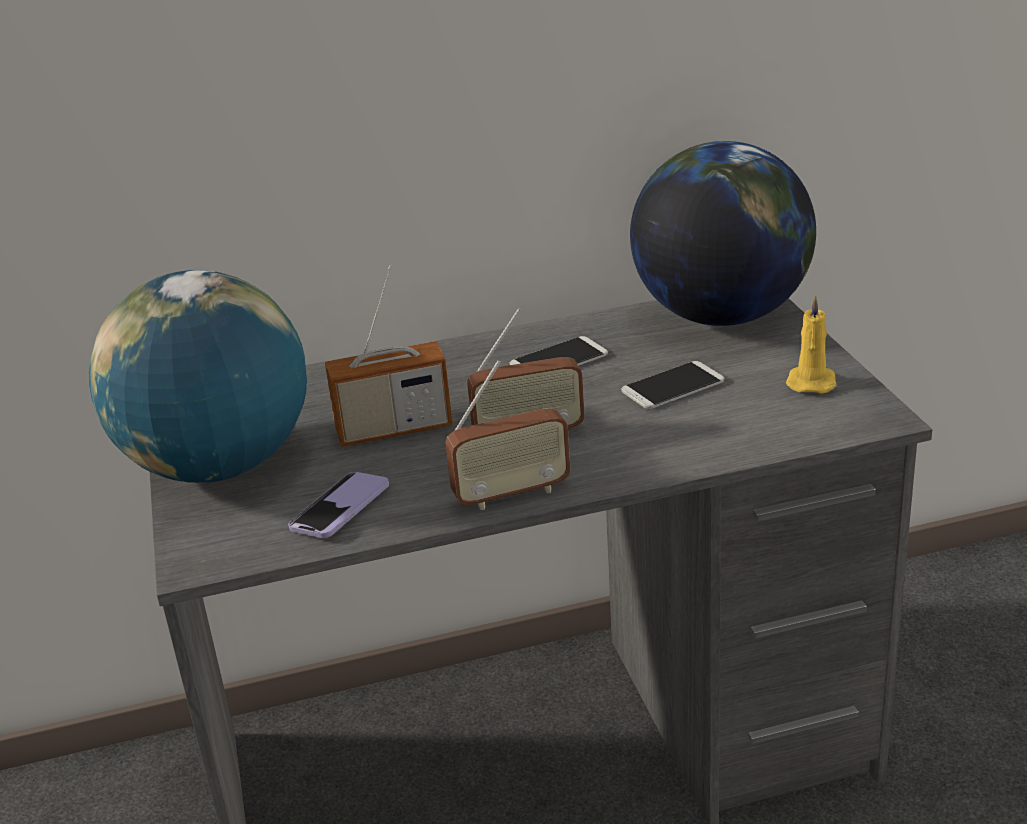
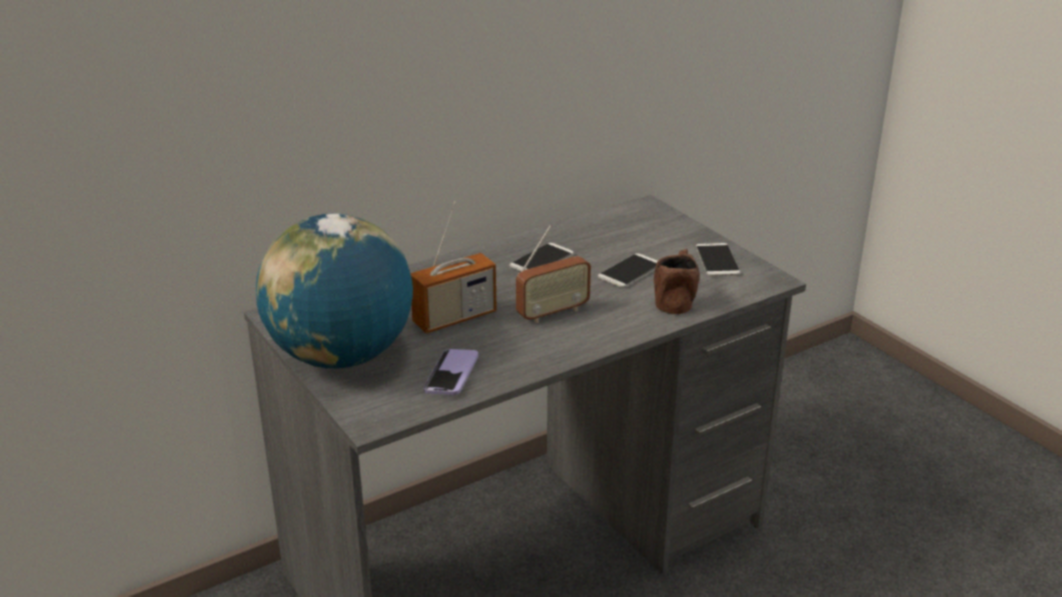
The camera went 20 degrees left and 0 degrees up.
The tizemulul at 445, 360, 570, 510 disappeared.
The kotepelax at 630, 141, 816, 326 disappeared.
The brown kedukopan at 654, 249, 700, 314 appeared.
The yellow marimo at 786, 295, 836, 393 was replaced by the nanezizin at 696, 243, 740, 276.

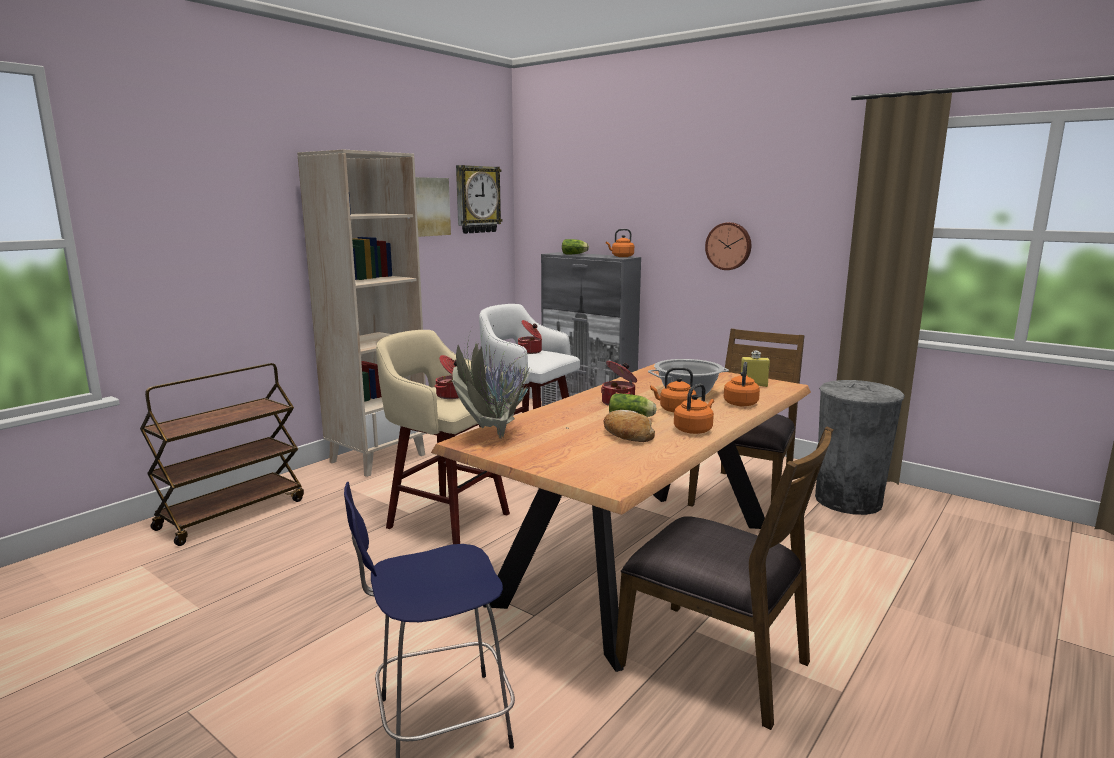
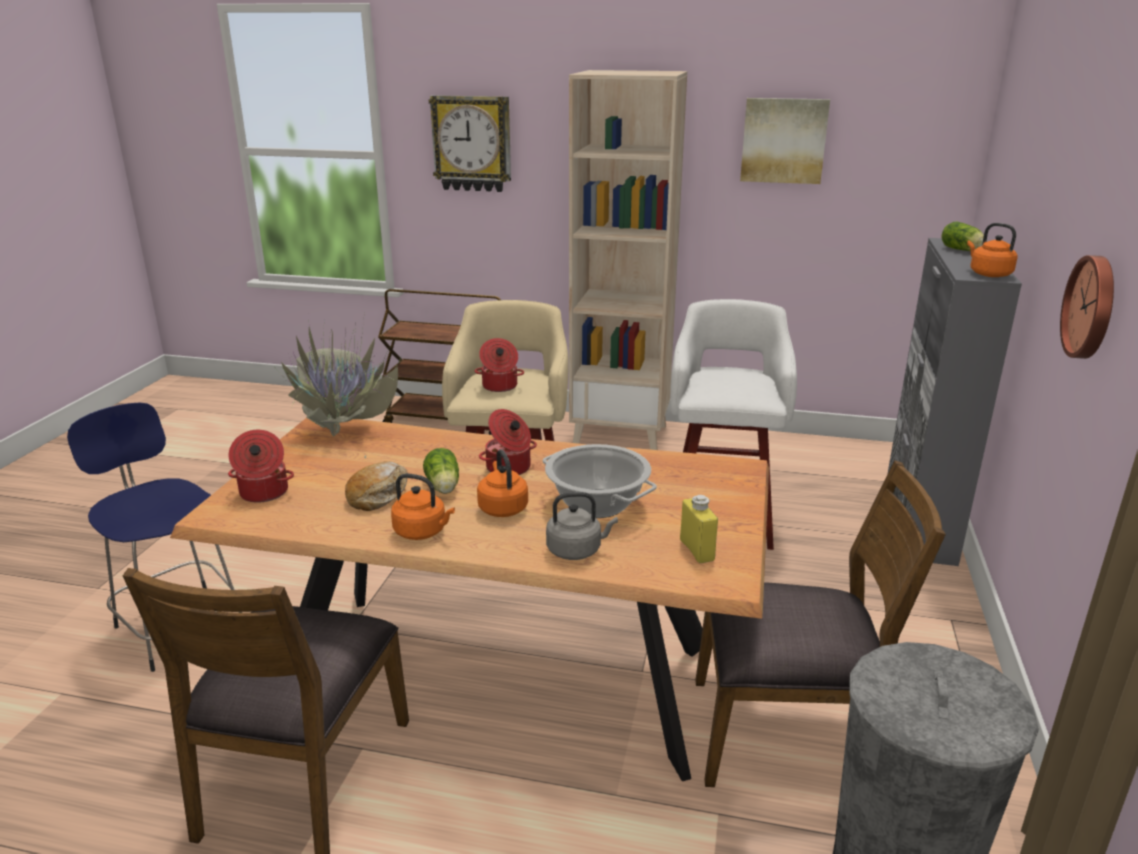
The camera went 65 degrees right and 10 degrees up.
The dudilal moved from 456, 165, 502, 234 to 429, 95, 511, 192.
The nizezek moved from 518, 320, 542, 354 to 228, 430, 294, 503.
The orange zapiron at 724, 362, 760, 406 became the grey zapiron at 546, 492, 618, 560.

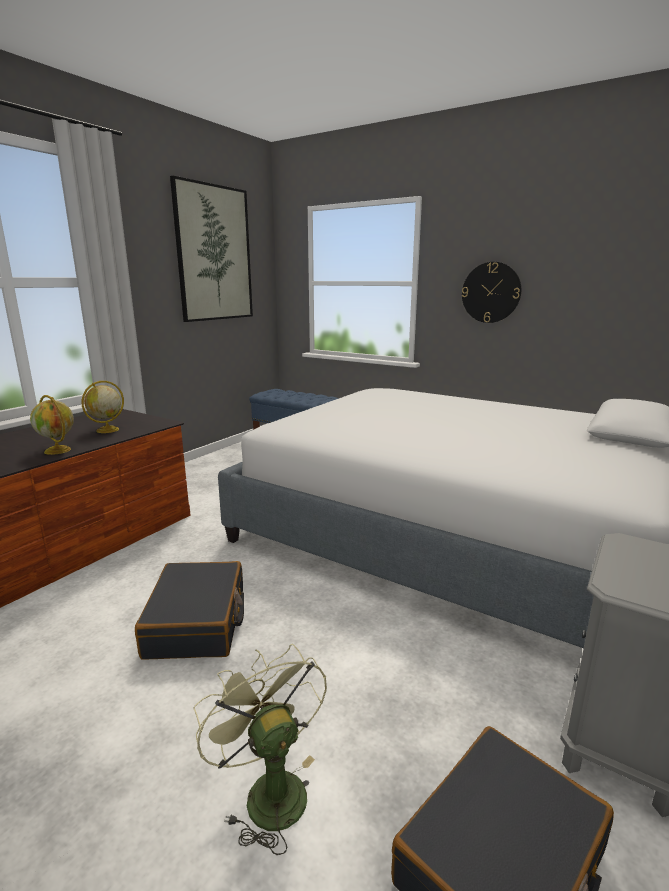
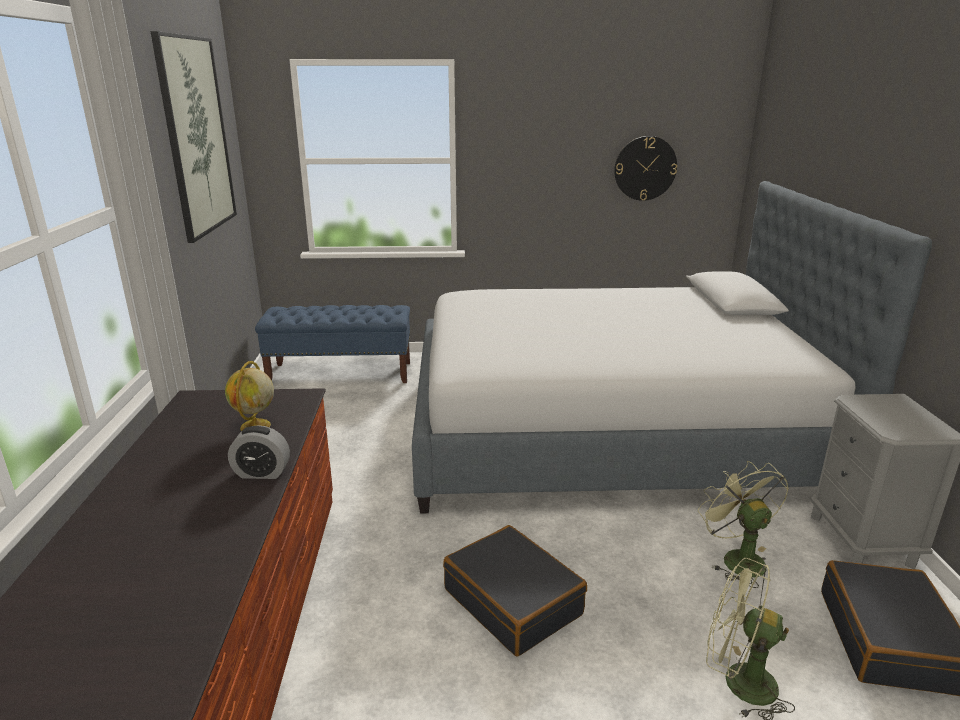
The camera went 35 degrees left and 5 degrees up.
The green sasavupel at 698, 461, 789, 588 appeared.
The dudilal moved from 462, 262, 521, 323 to 614, 136, 677, 201.
The kotepelax at 30, 395, 74, 455 was replaced by the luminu at 228, 425, 290, 479.

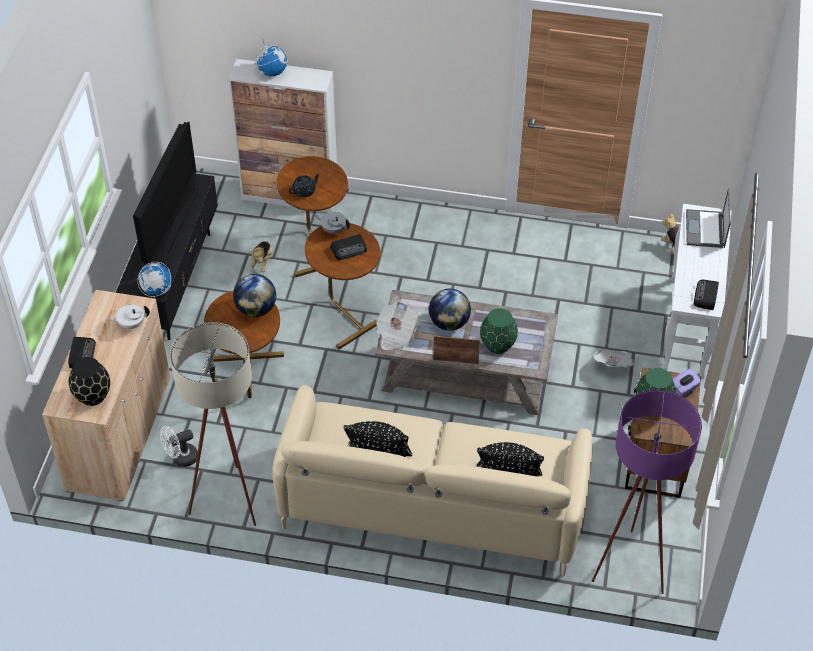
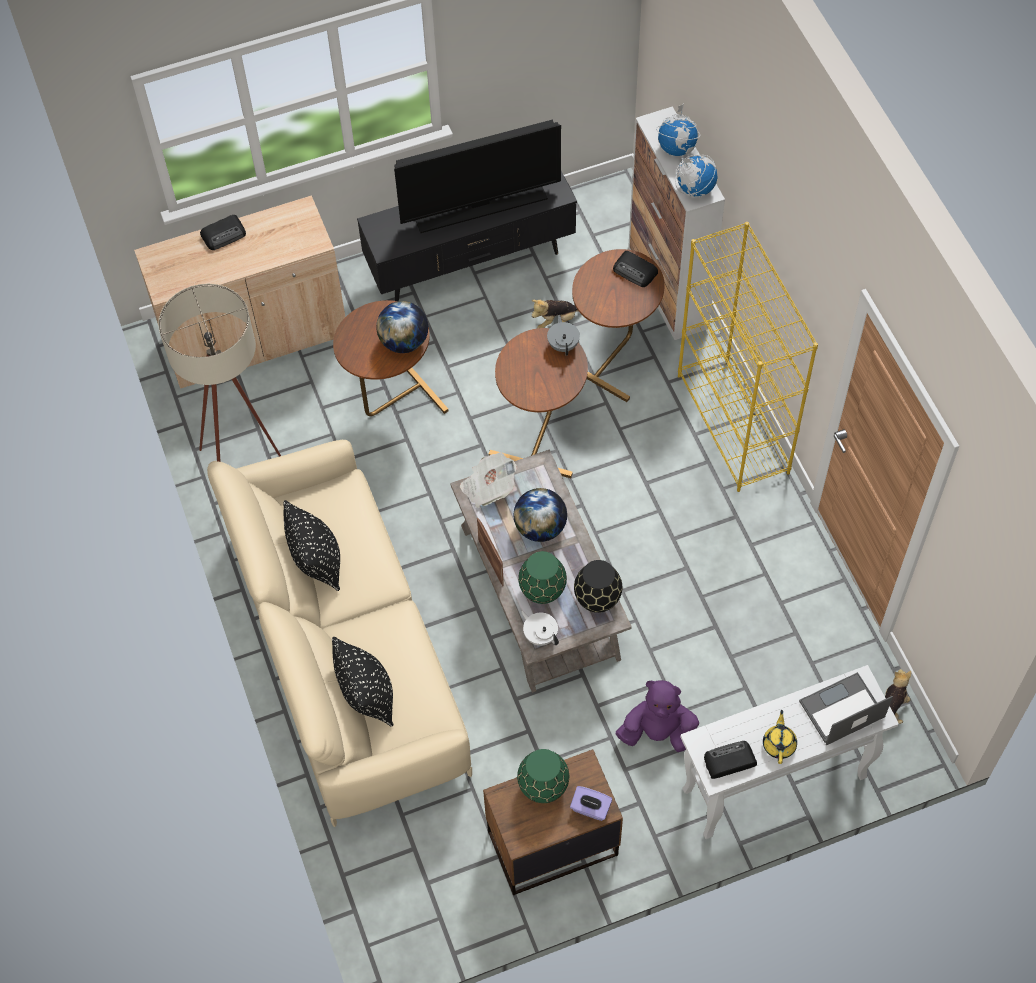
The camera went 60 degrees right and 10 degrees up.
The white sasavupel at 160, 426, 198, 467 disappeared.
The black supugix at 289, 173, 320, 197 disappeared.
The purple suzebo at 592, 390, 702, 594 disappeared.
The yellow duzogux at 678, 222, 818, 492 appeared.
The yellow supugix at 763, 710, 797, 764 appeared.
The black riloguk moved from 69, 357, 110, 406 to 574, 560, 622, 613.
The white supugix moved from 108, 305, 150, 329 to 521, 611, 559, 646.
The kotepelax moved from 138, 262, 171, 297 to 675, 155, 718, 197.
The tizemulul moved from 330, 234, 367, 260 to 613, 251, 658, 287.
The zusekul at 593, 349, 635, 368 was replaced by the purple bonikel at 616, 680, 699, 752.

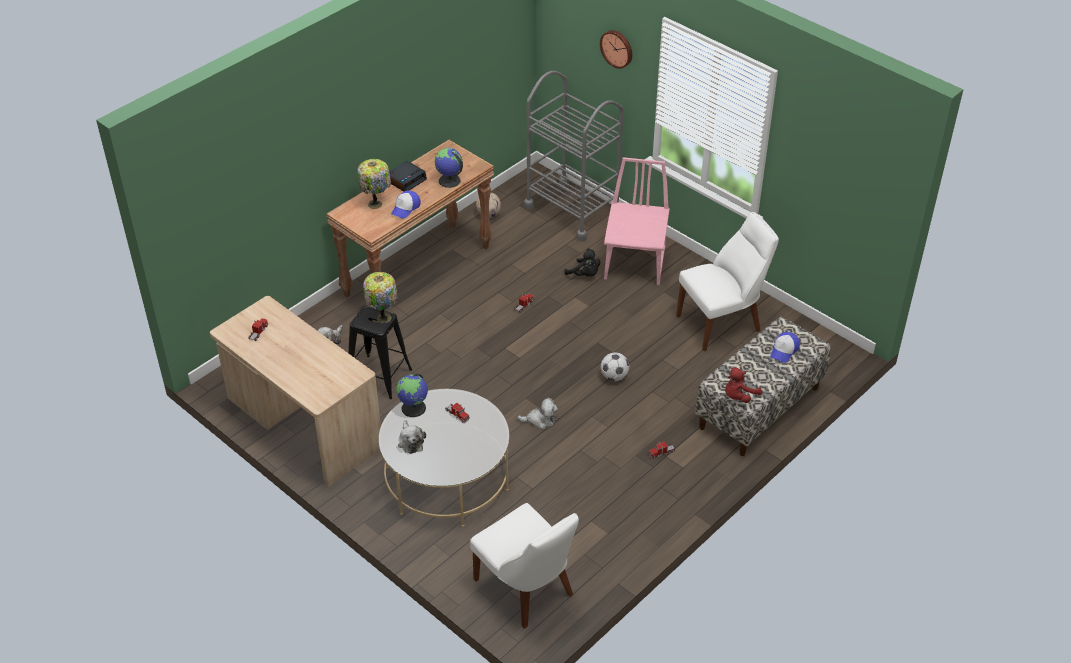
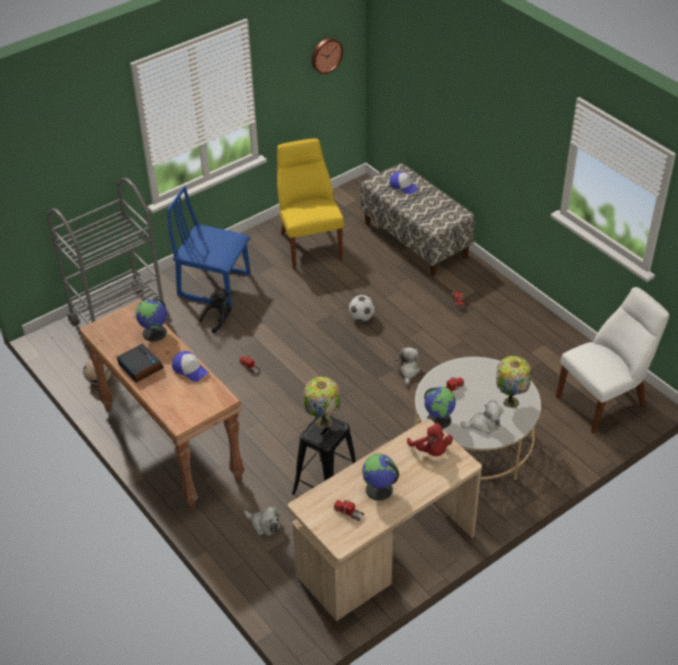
The camera went 80 degrees left and 0 degrees up.
The kotepelax at 362, 454, 399, 501 appeared.
The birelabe moved from 357, 159, 391, 209 to 496, 356, 531, 408.
The dudilal moved from 600, 30, 632, 69 to 312, 38, 343, 74.
The red bonikel moved from 725, 367, 762, 403 to 407, 422, 453, 456.
The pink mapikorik at 604, 157, 670, 285 became the blue mapikorik at 167, 186, 251, 307.
The white mapikorik at 676, 212, 779, 351 became the yellow mapikorik at 277, 138, 344, 270.

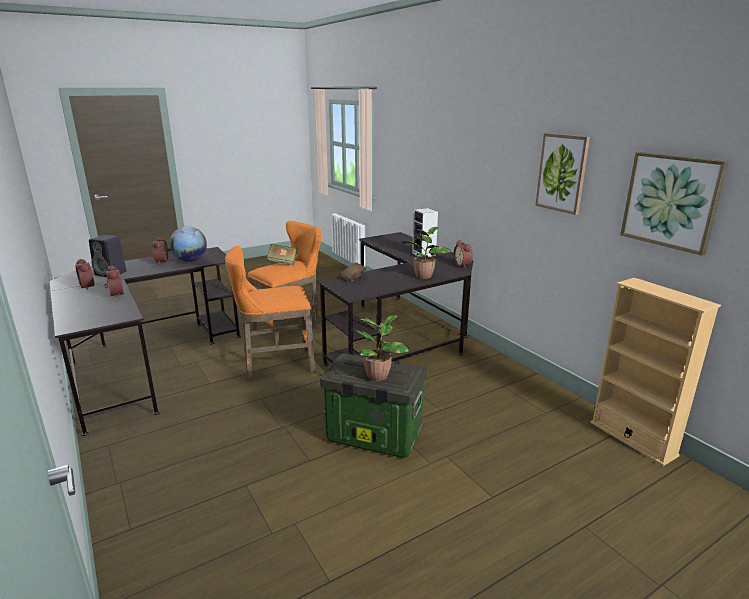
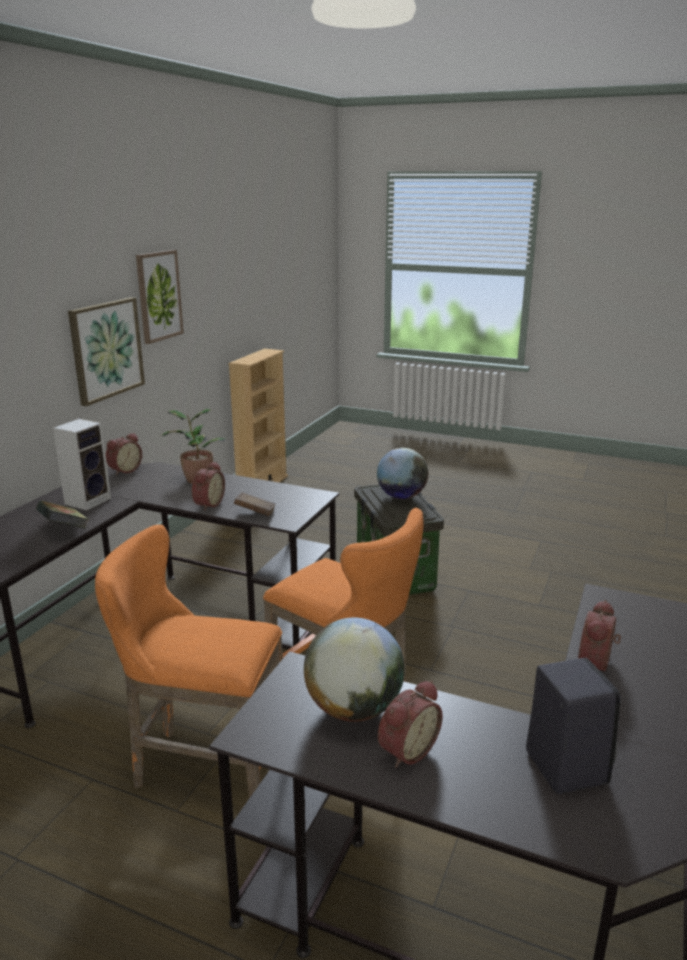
The camera went 125 degrees left and 0 degrees up.
The luminu moved from 75, 259, 95, 290 to 192, 462, 225, 511.
The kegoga moved from 267, 244, 297, 265 to 36, 501, 89, 529.
The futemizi moved from 620, 152, 729, 256 to 68, 297, 145, 406.
The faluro at 350, 315, 410, 381 was replaced by the kotepelax at 377, 448, 428, 499.

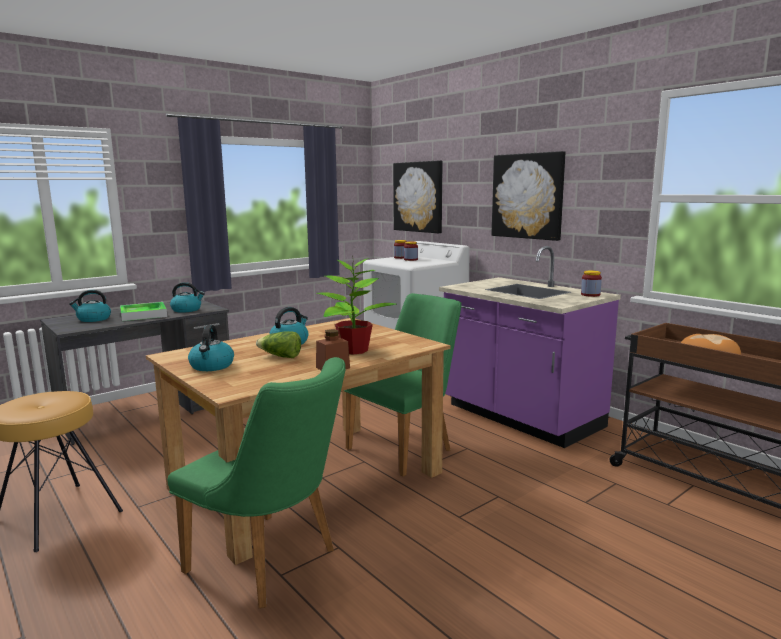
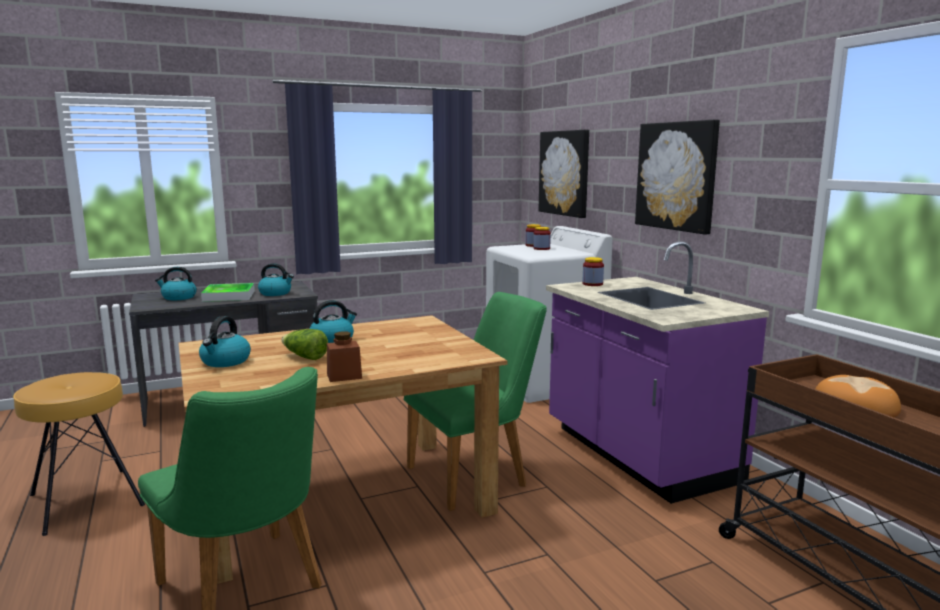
The camera went 15 degrees right and 0 degrees up.
The faluro at 316, 254, 397, 354 disappeared.
The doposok moved from 581, 271, 602, 297 to 582, 257, 604, 286.

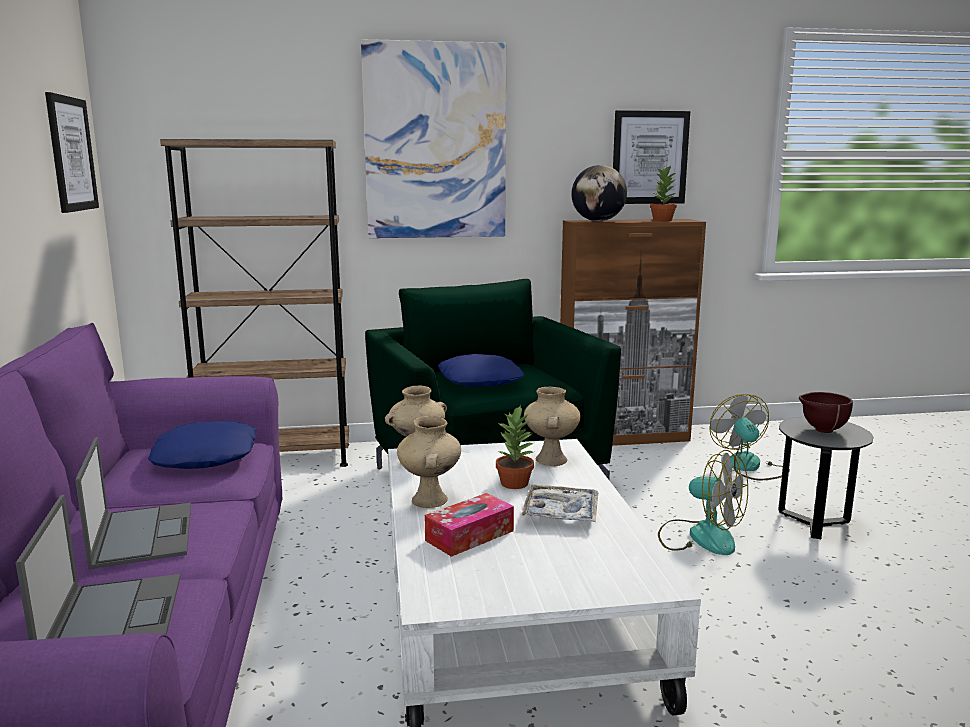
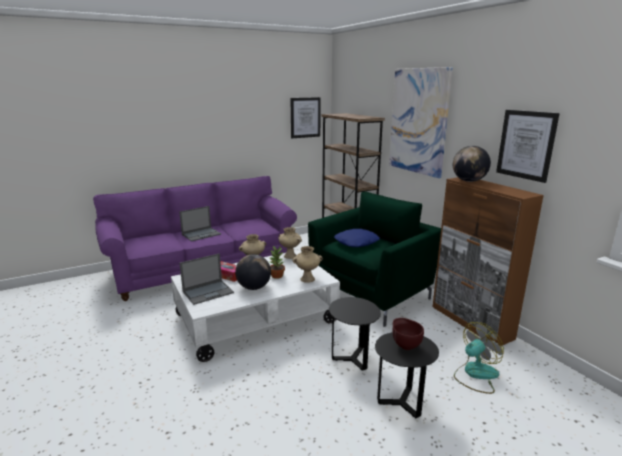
The camera went 70 degrees right and 5 degrees up.
The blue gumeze at 148, 421, 256, 469 disappeared.
The faluro at 650, 166, 677, 221 disappeared.
The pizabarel moved from 16, 495, 180, 640 to 180, 253, 234, 305.
The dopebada at 521, 484, 598, 522 was replaced by the kotepelax at 235, 254, 271, 290.
The sasavupel at 658, 450, 748, 555 was replaced by the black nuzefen at 329, 297, 381, 371.

